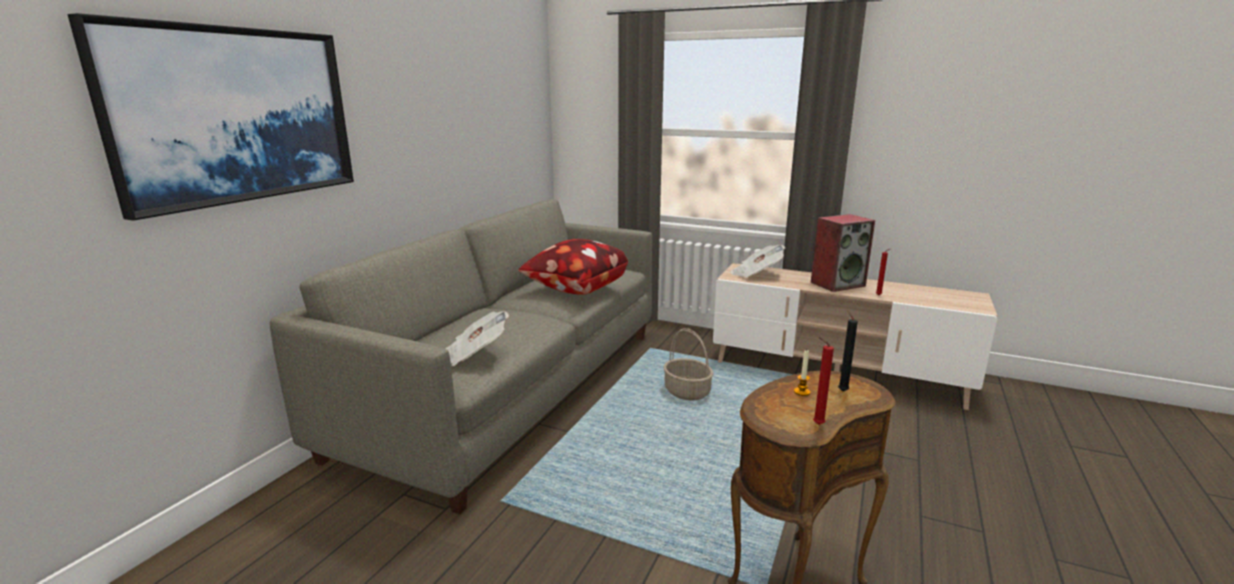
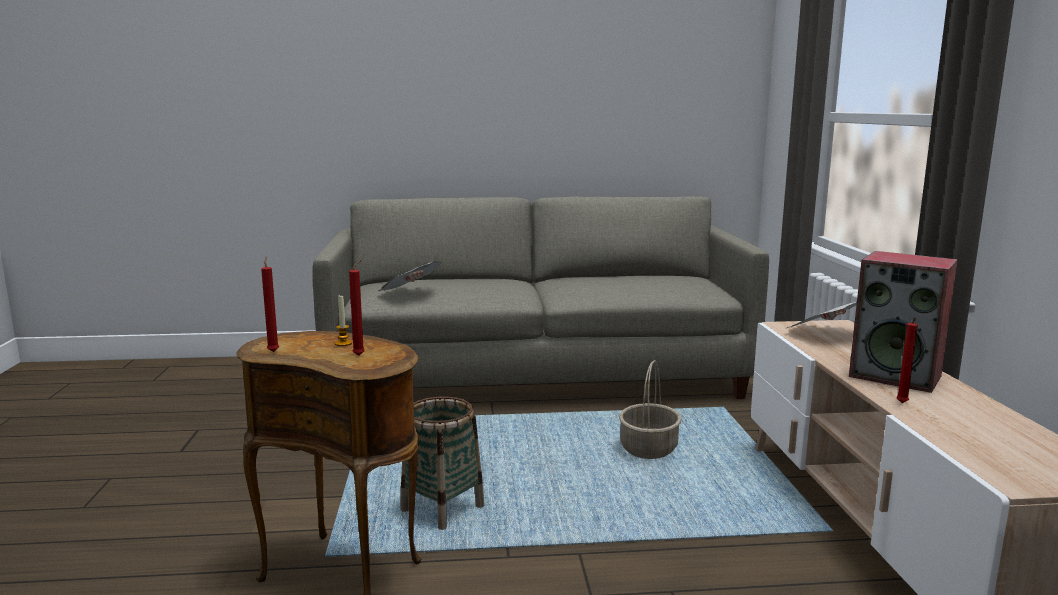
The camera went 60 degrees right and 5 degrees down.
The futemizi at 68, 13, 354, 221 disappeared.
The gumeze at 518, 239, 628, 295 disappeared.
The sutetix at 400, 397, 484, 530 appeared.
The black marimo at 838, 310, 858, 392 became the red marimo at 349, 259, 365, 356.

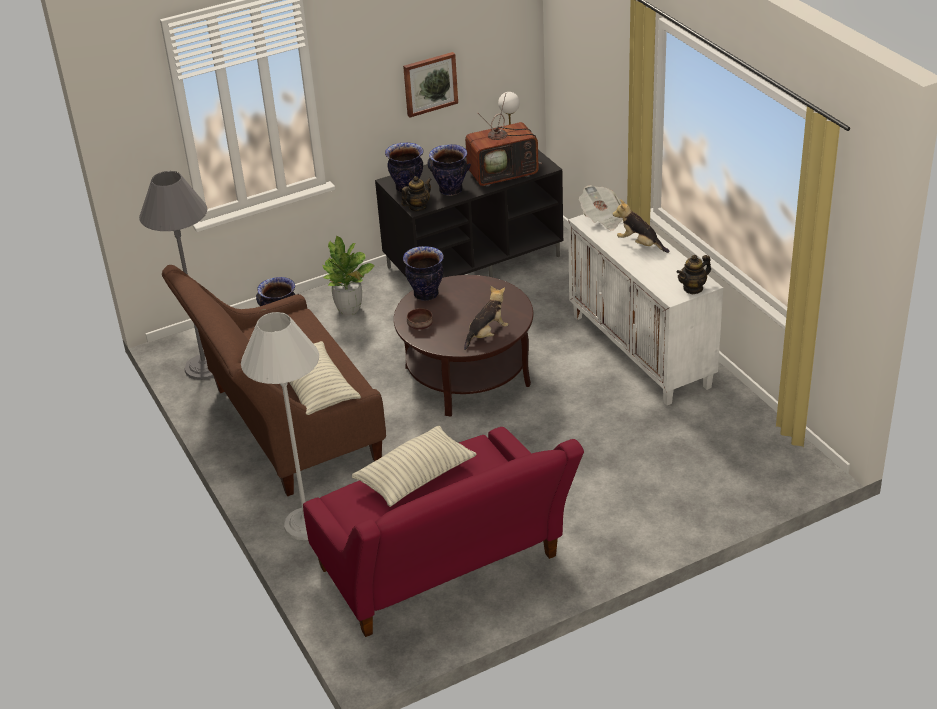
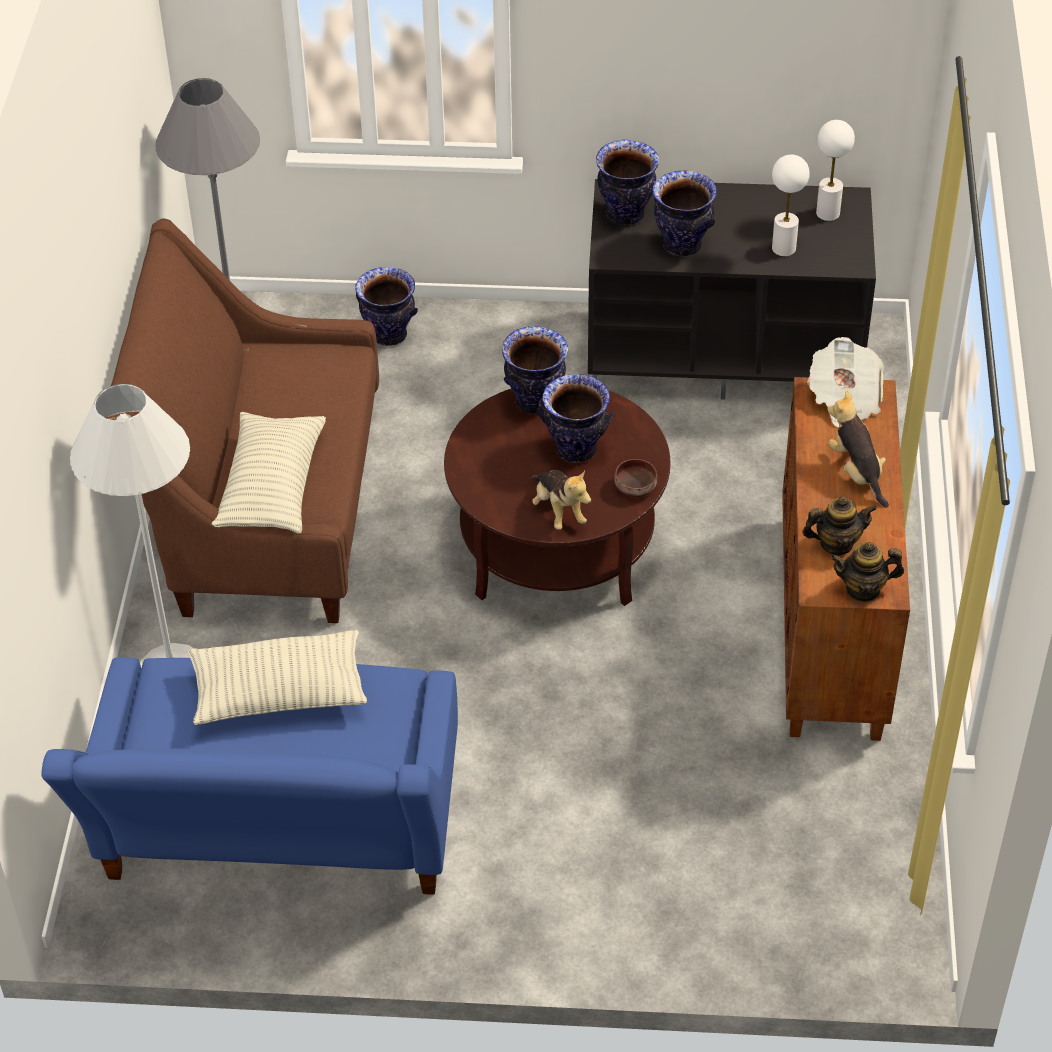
The camera went 30 degrees right and 10 degrees up.
The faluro at 322, 236, 374, 316 disappeared.
The futemizi at 403, 52, 458, 117 disappeared.
The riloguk at 539, 374, 615, 463 appeared.
The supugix moved from 401, 176, 432, 211 to 802, 496, 877, 555.
The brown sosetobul moved from 407, 308, 433, 330 to 614, 459, 657, 497.
The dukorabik at 465, 93, 543, 187 was replaced by the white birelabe at 772, 155, 810, 256.
The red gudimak at 303, 427, 584, 637 became the blue gudimak at 42, 657, 458, 895.
The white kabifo at 568, 214, 723, 405 became the brown kabifo at 782, 377, 910, 741.
The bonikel at 464, 286, 509, 350 turned 75 degrees clockwise.

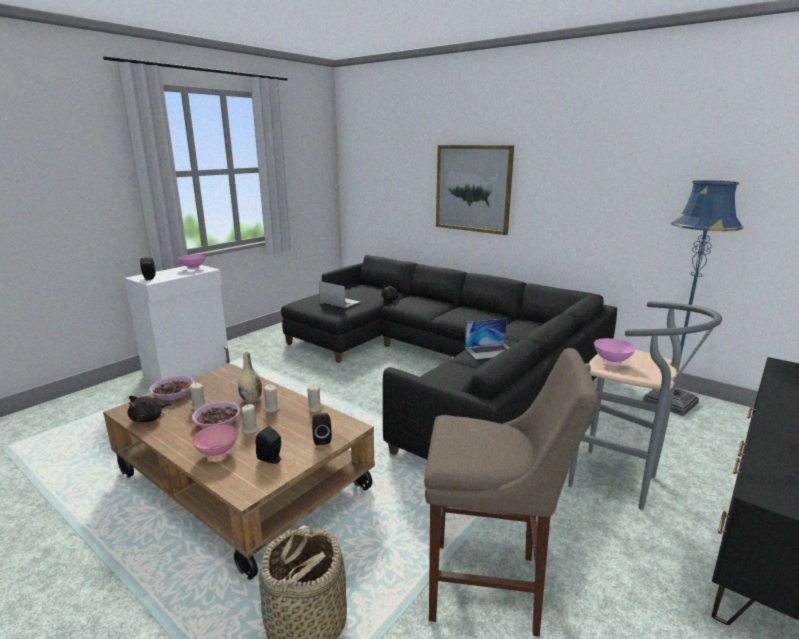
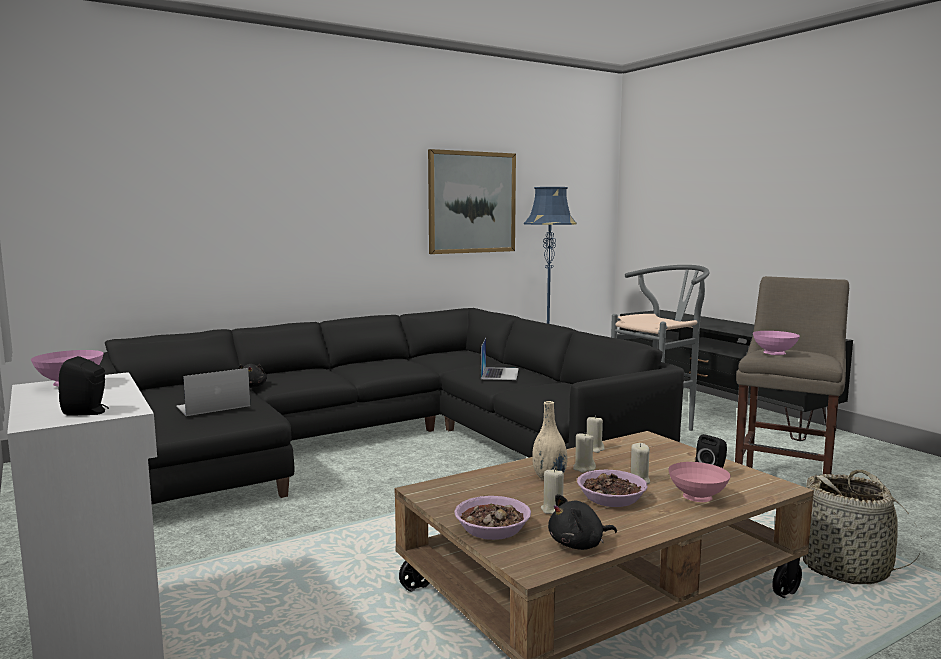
The camera went 70 degrees left and 10 degrees down.
The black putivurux at 312, 413, 332, 445 disappeared.
The futemizi moved from 436, 145, 514, 235 to 428, 149, 516, 254.
The pink sosetobul moved from 594, 338, 636, 365 to 753, 331, 800, 355.
The black bonikel at 128, 396, 171, 422 turned 105 degrees clockwise.

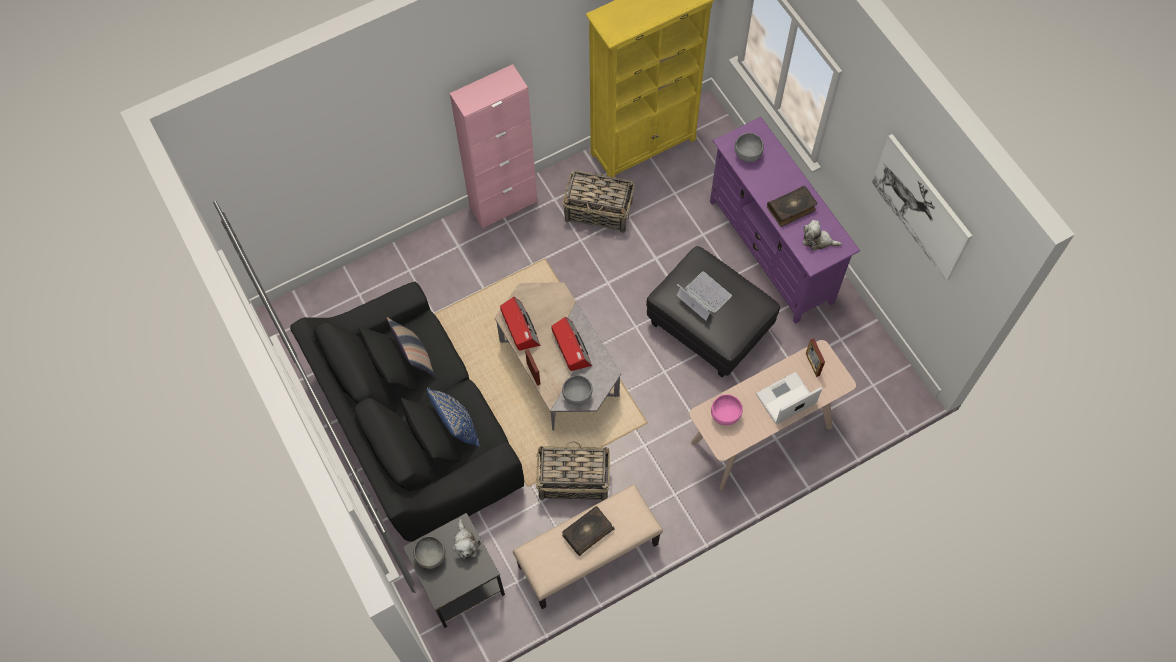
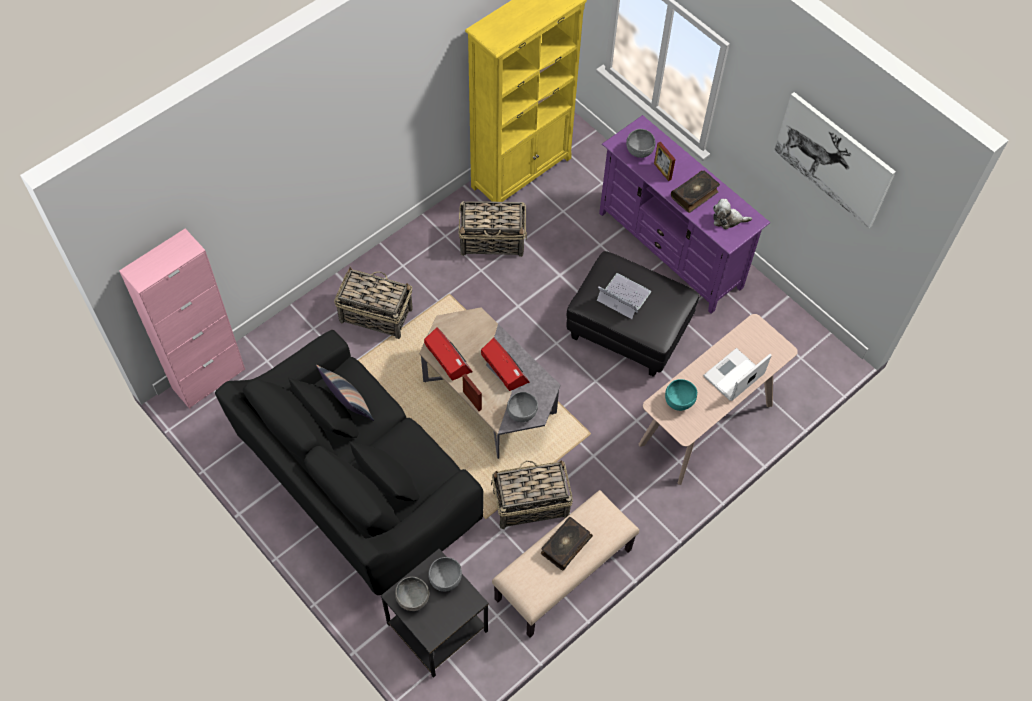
The camera went 15 degrees left and 5 degrees down.
The blue gumeze at 427, 388, 479, 447 disappeared.
The sutetix at 334, 267, 413, 339 appeared.
The pink kabifo moved from 450, 64, 538, 228 to 119, 229, 245, 409.
The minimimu moved from 806, 338, 825, 377 to 654, 141, 676, 181.
The bonikel at 453, 519, 481, 560 was replaced by the grey sosetobul at 428, 557, 462, 592.
The pink sosetobul at 711, 394, 743, 425 became the turquoise sosetobul at 665, 379, 697, 411.

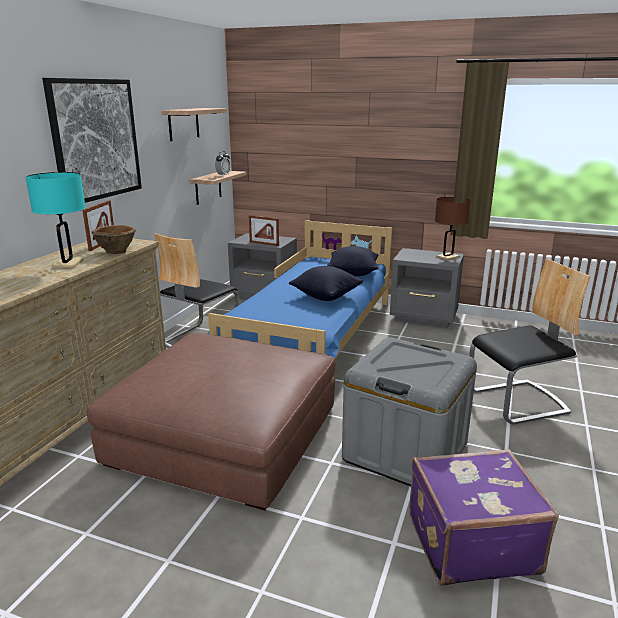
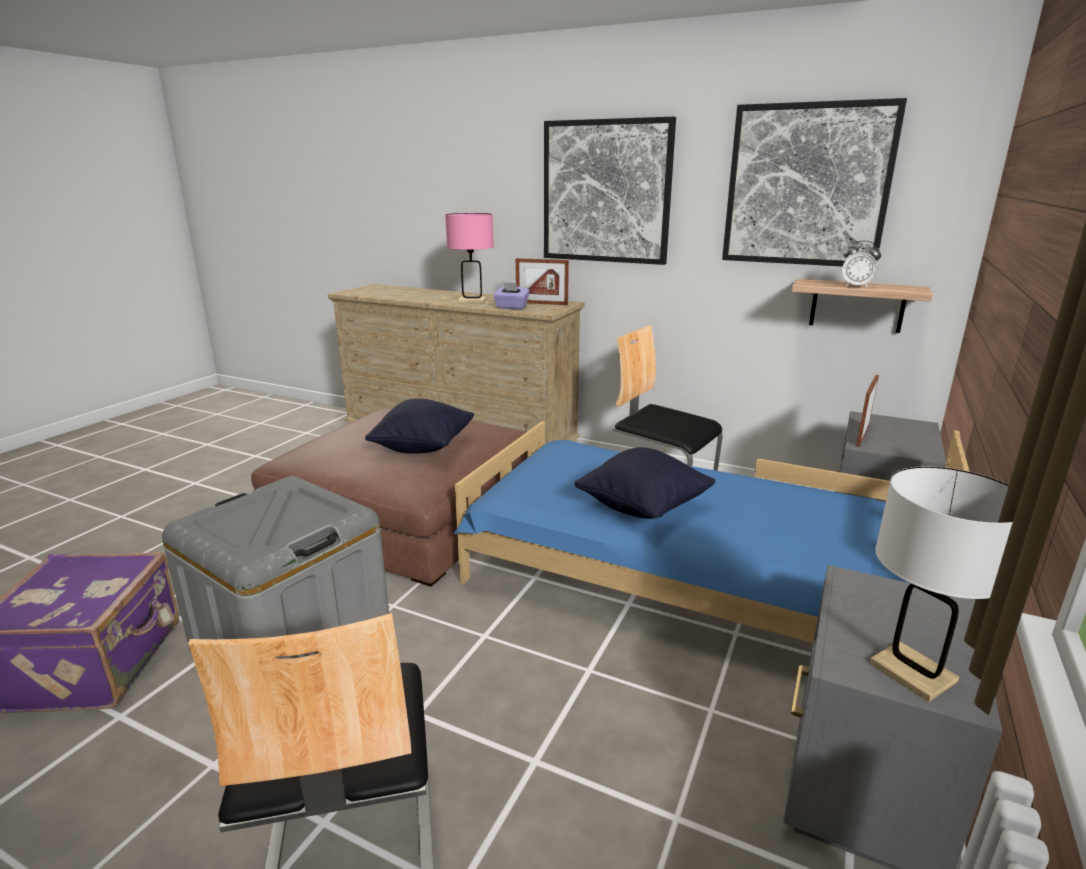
The camera went 95 degrees right and 0 degrees up.
The black gumeze moved from 327, 246, 378, 276 to 365, 398, 474, 453.
The brown sosetobul at 91, 225, 136, 254 was replaced by the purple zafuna at 493, 282, 530, 309.
The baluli at 161, 108, 227, 141 was replaced by the futemizi at 722, 98, 907, 266.
The turquoise birelabe at 25, 172, 86, 268 became the pink birelabe at 445, 213, 494, 303.
The brown birelabe at 435, 197, 470, 261 became the white birelabe at 869, 466, 1013, 702.

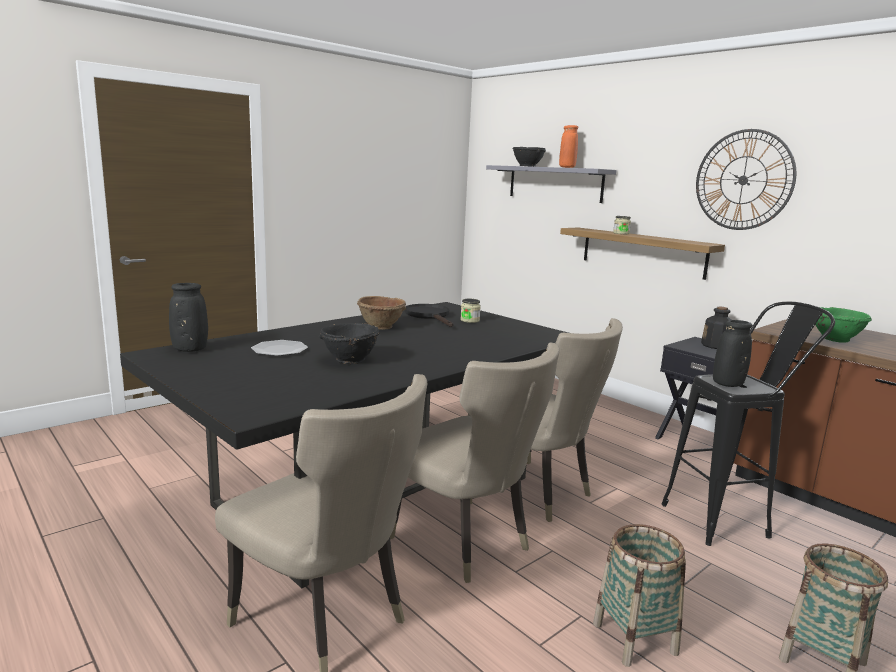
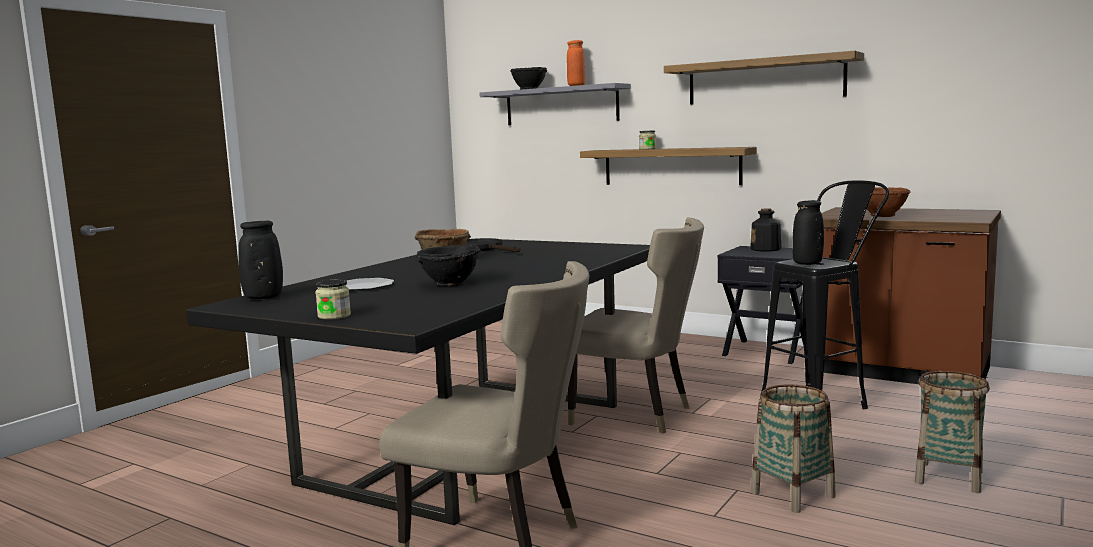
The camera went 15 degrees left and 5 degrees down.
The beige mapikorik at 390, 342, 560, 583 disappeared.
The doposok moved from 460, 299, 481, 323 to 315, 279, 351, 319.
The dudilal at 696, 129, 796, 230 was replaced by the baluli at 664, 50, 864, 105.
The green sosetobul at 815, 307, 872, 343 became the brown sosetobul at 867, 187, 911, 217.

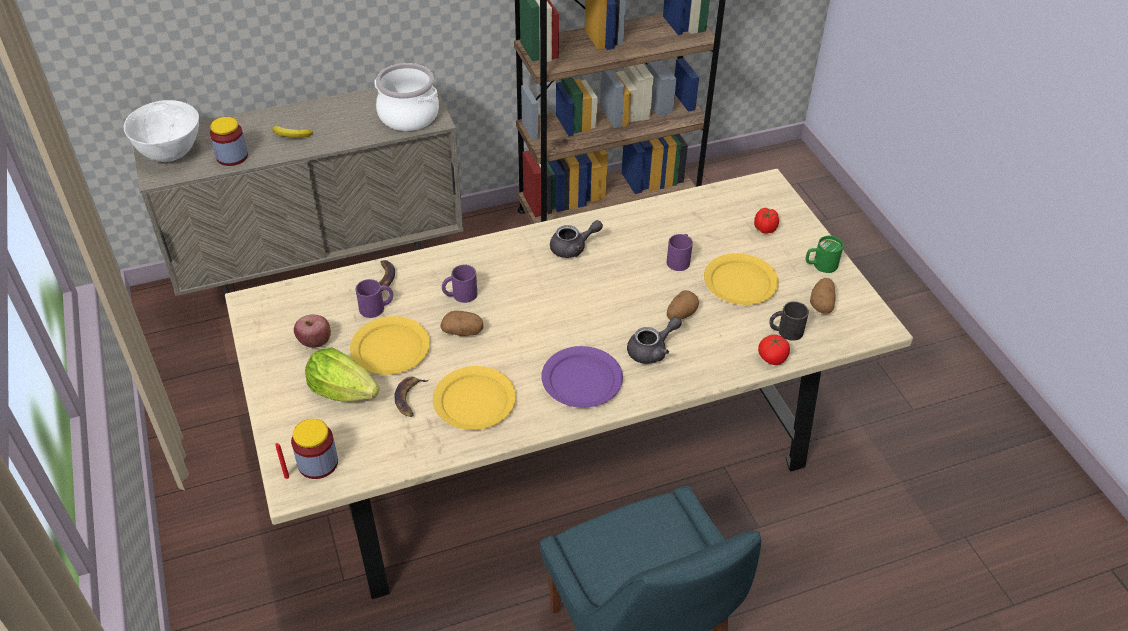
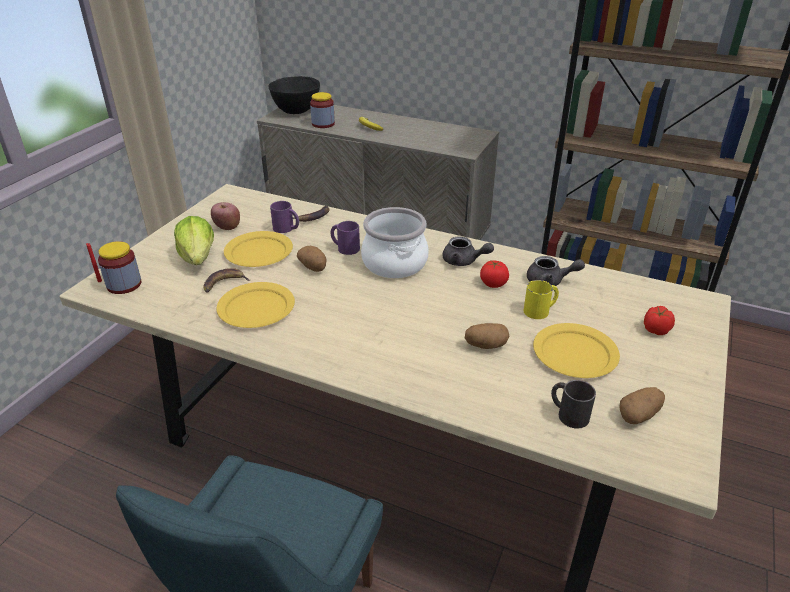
The camera went 45 degrees right and 10 degrees down.
The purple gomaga at 542, 346, 623, 408 disappeared.
The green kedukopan at 806, 236, 844, 273 disappeared.
The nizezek moved from 375, 63, 439, 131 to 361, 207, 429, 278.
The grey supugix moved from 627, 317, 682, 364 to 527, 256, 585, 286.
The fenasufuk moved from 758, 335, 790, 365 to 480, 261, 509, 288.
The white sosetobul at 124, 100, 199, 162 became the black sosetobul at 268, 76, 320, 114.
The purple kedukopan at 667, 234, 693, 271 became the yellow kedukopan at 523, 280, 559, 319.

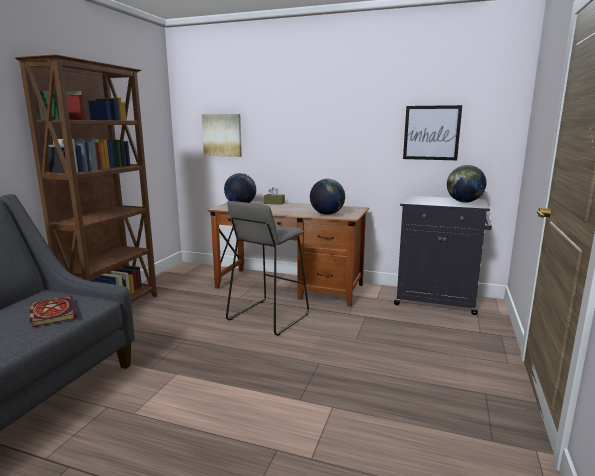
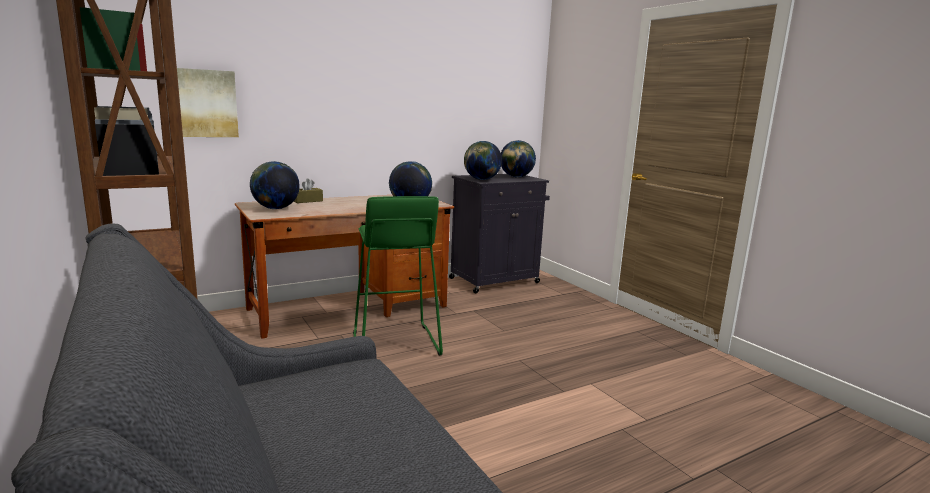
The camera went 50 degrees left and 0 degrees up.
The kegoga at 30, 296, 77, 327 disappeared.
The futemizi at 403, 105, 462, 160 disappeared.
The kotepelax at 464, 141, 502, 180 appeared.
The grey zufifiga at 226, 201, 309, 336 became the green zufifiga at 353, 196, 443, 356.

